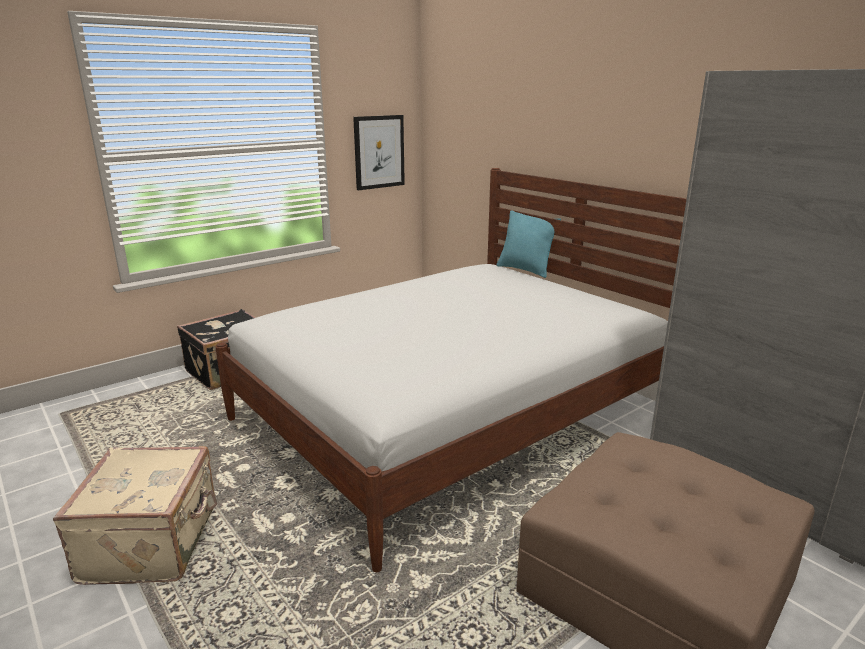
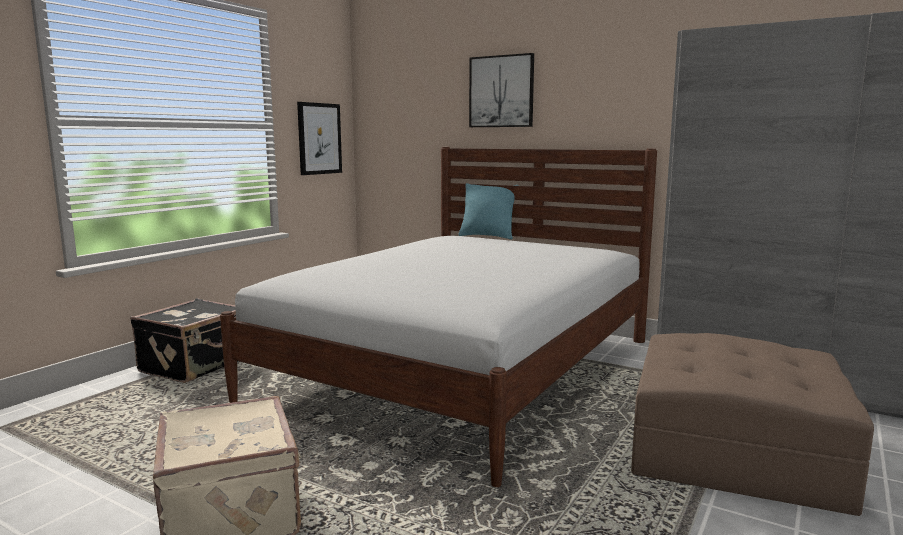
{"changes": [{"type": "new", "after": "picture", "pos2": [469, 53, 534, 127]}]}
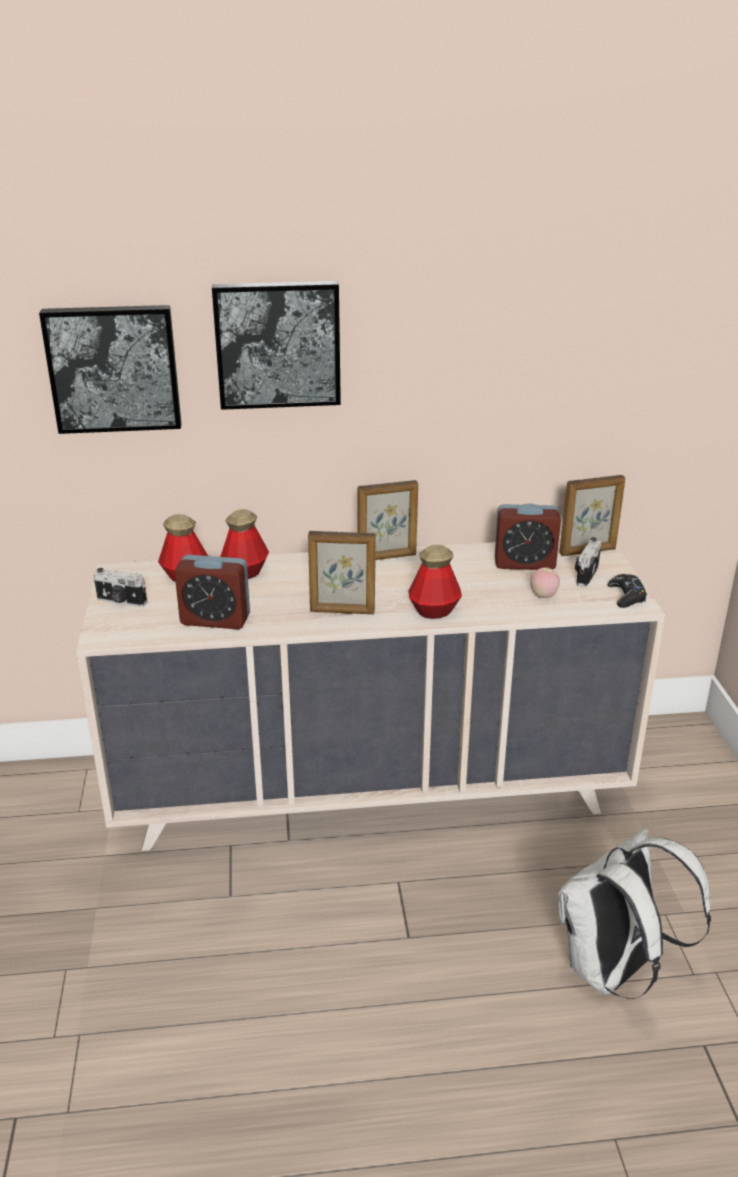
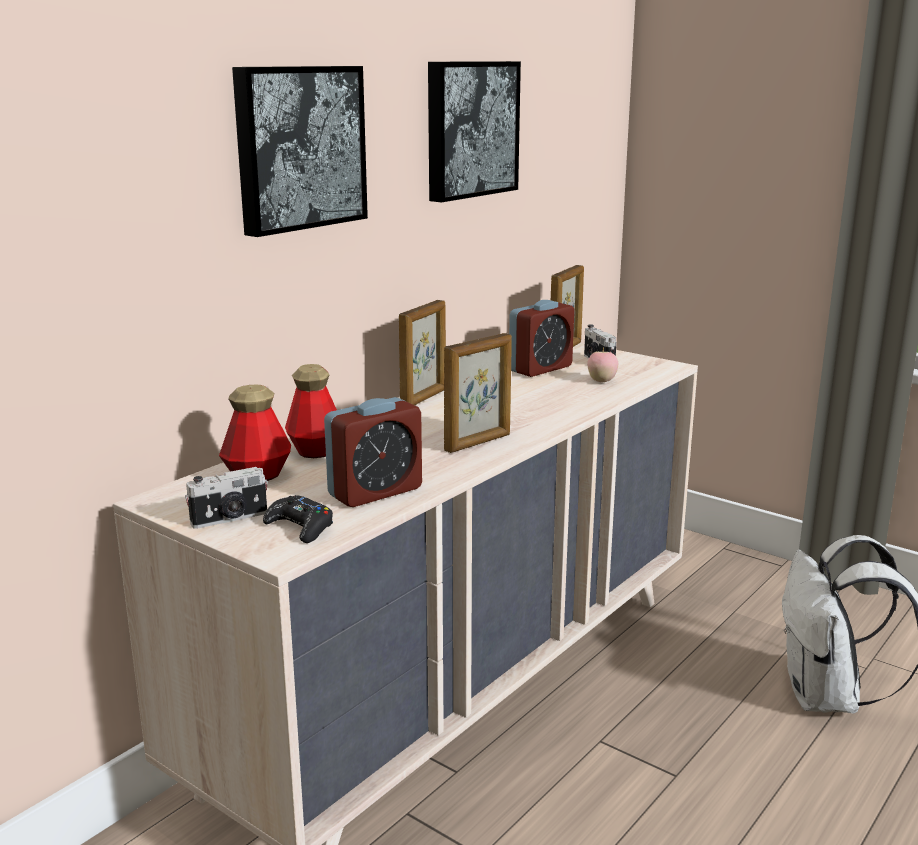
{"changes": [{"type": "shifted", "before": "black game controller", "pos1": [608, 574, 647, 608], "pos2": [263, 495, 333, 543]}, {"type": "shifted", "before": "picture", "pos1": [39, 305, 181, 434], "pos2": [428, 61, 521, 202]}, {"type": "gone", "before": "bottle", "pos1": [408, 545, 462, 619]}]}
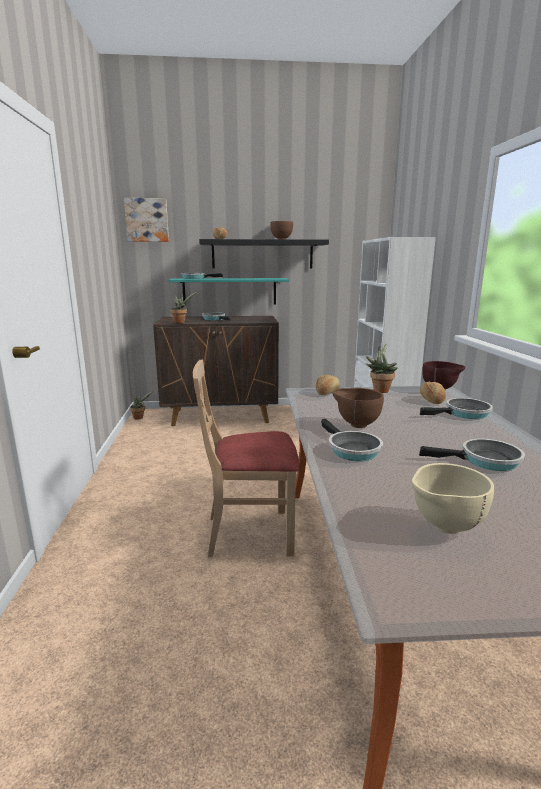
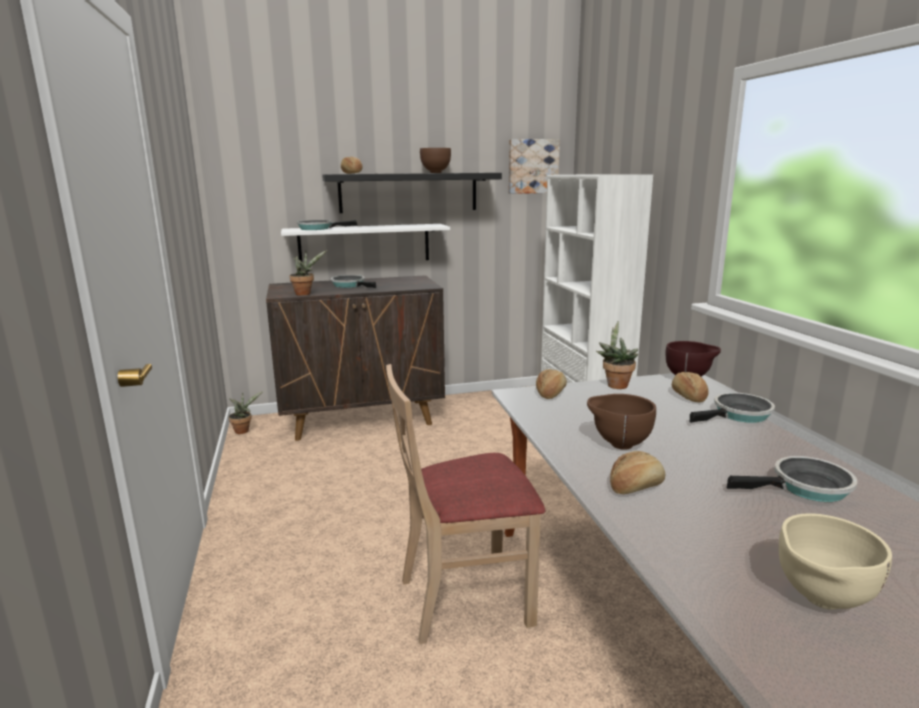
{"changes": [{"type": "repainted", "before": "turquoise shelf", "after": "white shelf", "pos1": [168, 278, 289, 305], "pos2": [281, 224, 450, 261]}, {"type": "shifted", "before": "picture", "pos1": [124, 198, 169, 242], "pos2": [509, 139, 560, 194]}, {"type": "swapped", "before": "frying pan", "after": "bread", "pos1": [321, 419, 383, 461], "pos2": [610, 451, 665, 494]}]}
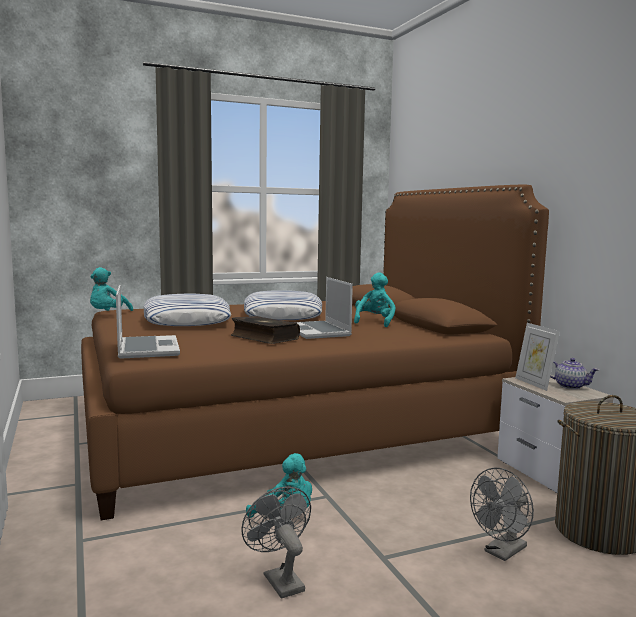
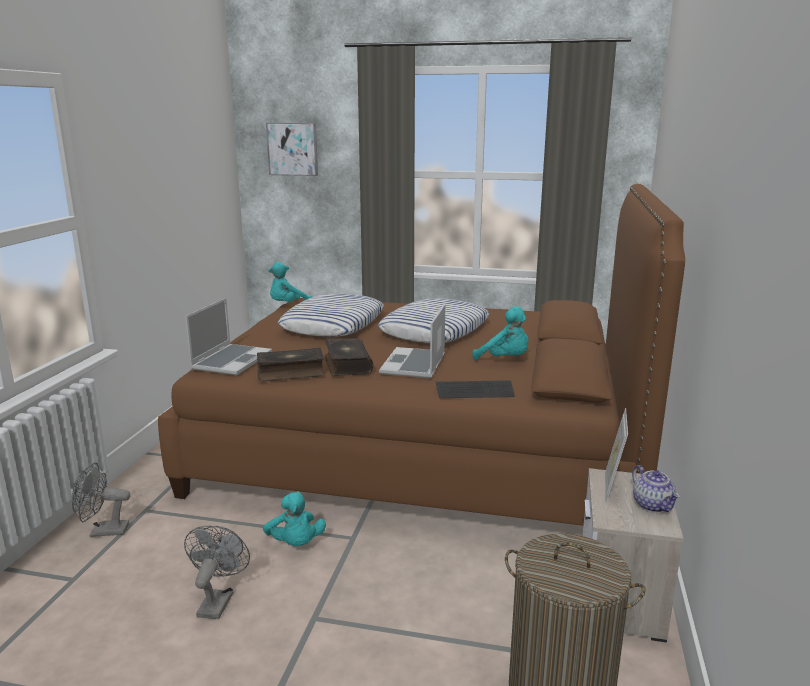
{"changes": [{"type": "shifted", "before": "grey fan", "pos1": [470, 468, 534, 561], "pos2": [71, 463, 130, 537]}, {"type": "new", "after": "book", "pos2": [257, 348, 324, 382]}, {"type": "new", "after": "picture", "pos2": [266, 123, 318, 176]}, {"type": "new", "after": "keyboard", "pos2": [436, 380, 515, 398]}, {"type": "rotated", "before": "turquoise plush toy", "pos1": [354, 273, 396, 327], "pos2": [472, 306, 529, 360], "turn": 75}]}
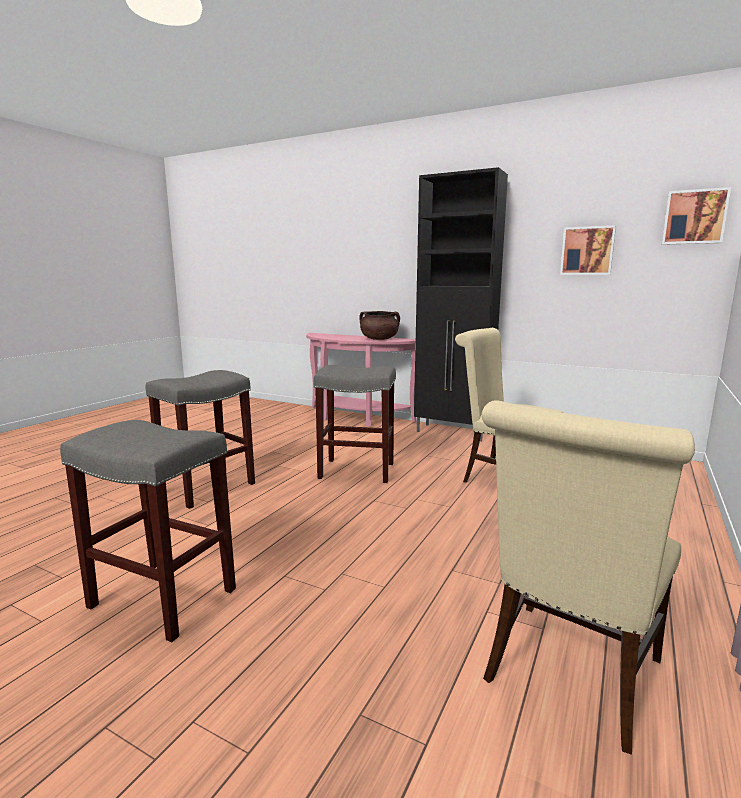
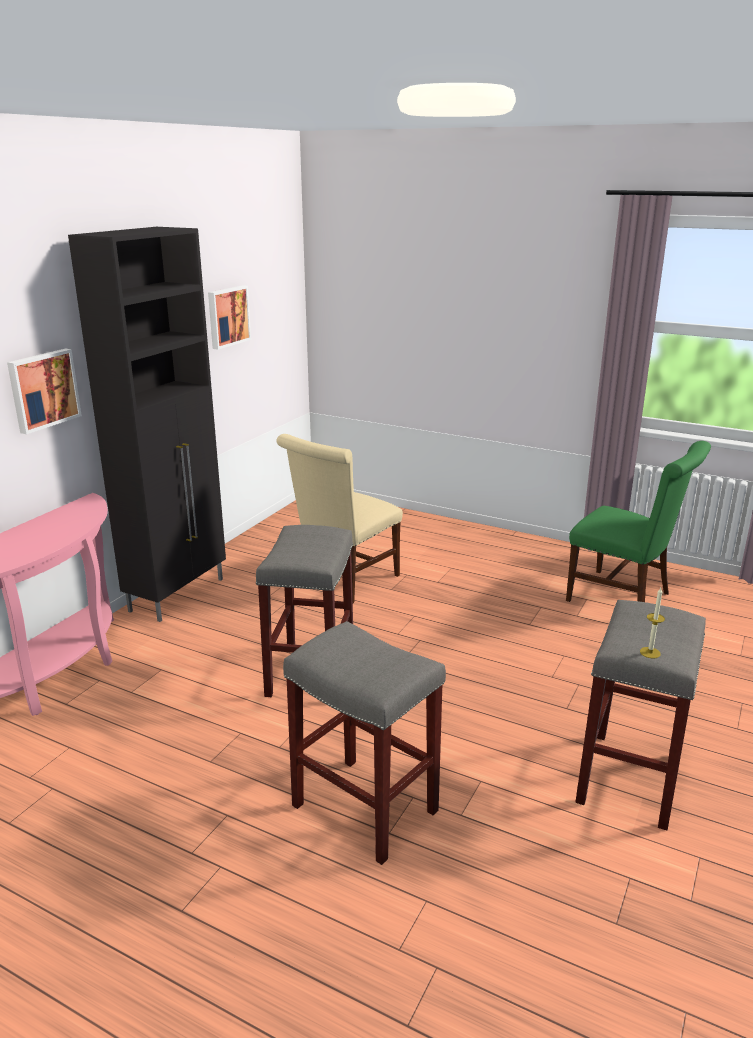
{"changes": [{"type": "shifted", "before": "picture", "pos1": [662, 187, 731, 245], "pos2": [7, 349, 82, 434]}, {"type": "repainted", "before": "beige chair", "after": "green chair", "pos1": [481, 400, 695, 755], "pos2": [566, 441, 711, 602]}, {"type": "new", "after": "candle", "pos2": [640, 588, 665, 658]}, {"type": "gone", "before": "brown cooking pot", "pos1": [359, 311, 400, 340]}]}
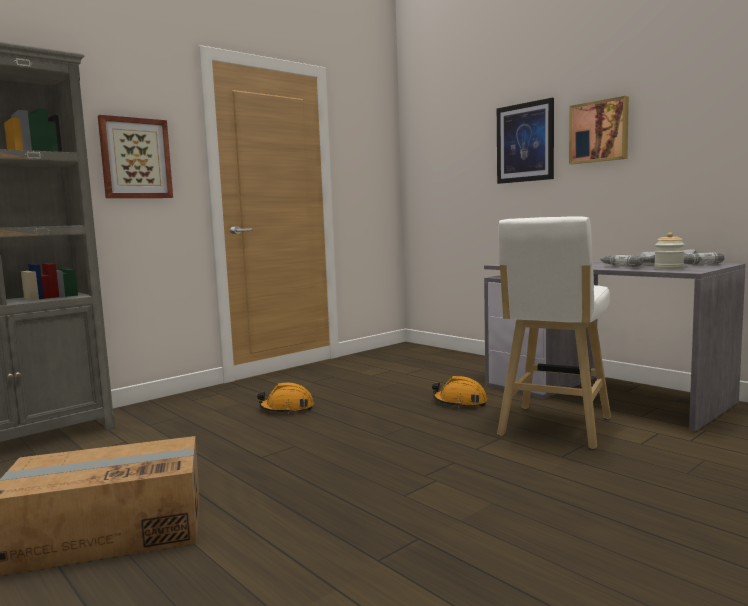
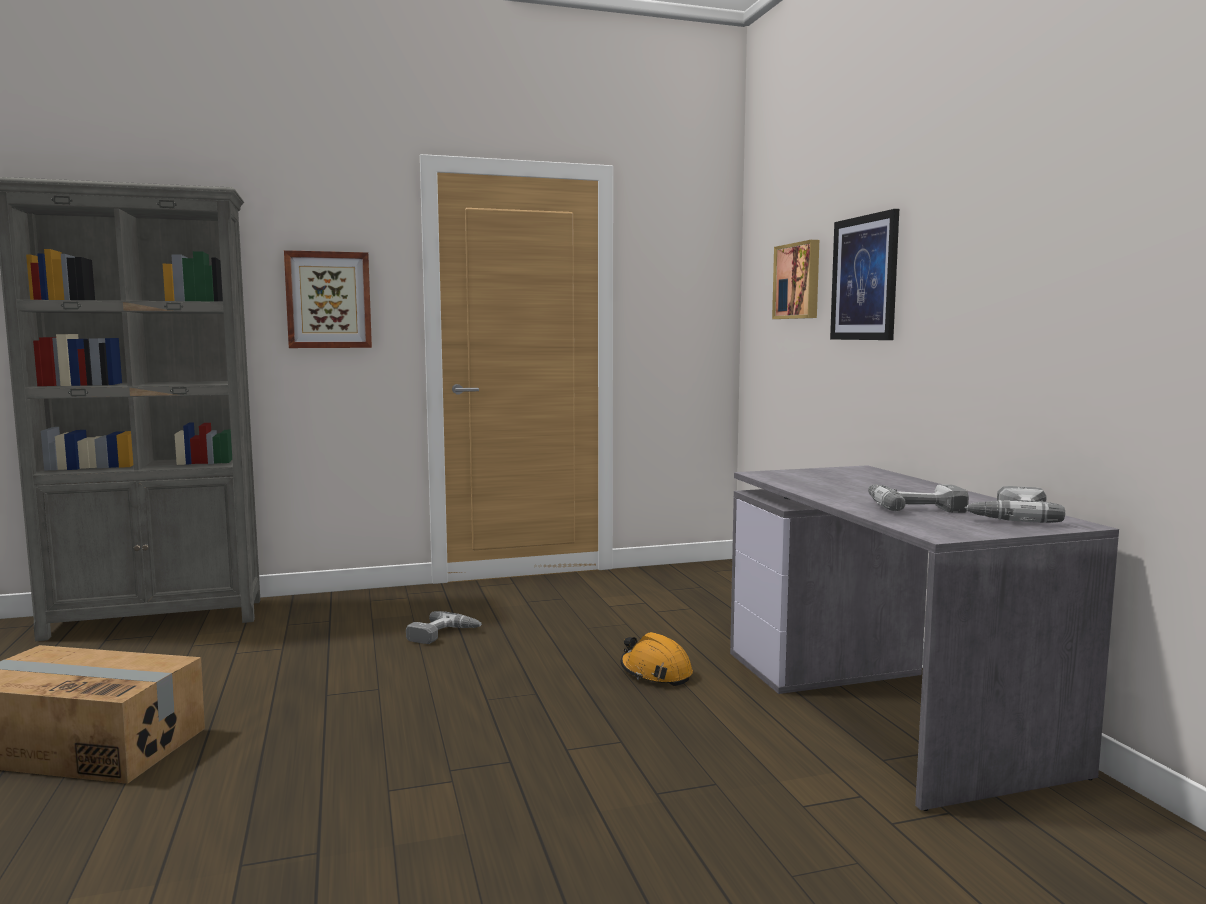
{"changes": [{"type": "swapped", "before": "orange hard hat", "after": "power drill", "pos1": [257, 383, 314, 414], "pos2": [406, 611, 482, 644]}, {"type": "shifted", "before": "picture", "pos1": [569, 96, 629, 164], "pos2": [772, 240, 819, 319]}, {"type": "gone", "before": "white stool", "pos1": [497, 216, 611, 449]}, {"type": "gone", "before": "jar", "pos1": [654, 232, 685, 270]}]}
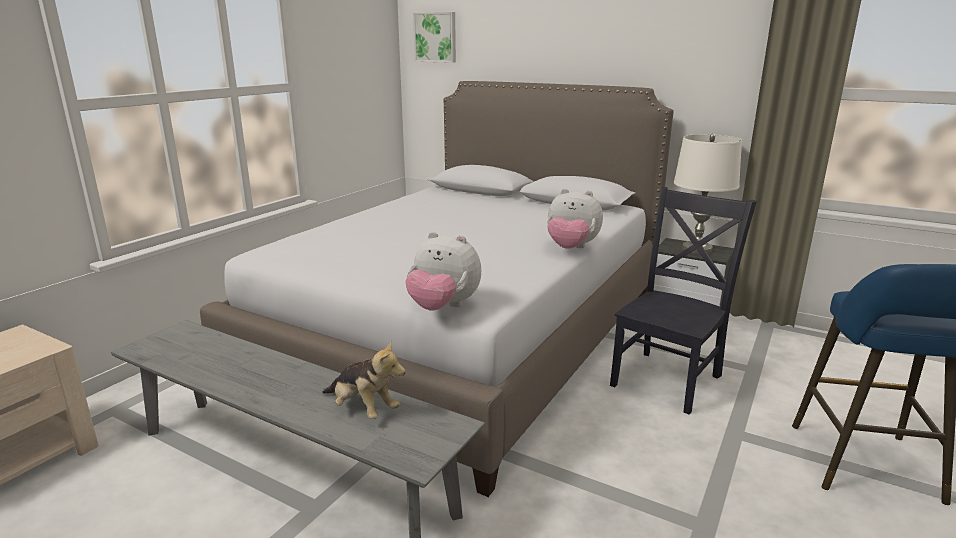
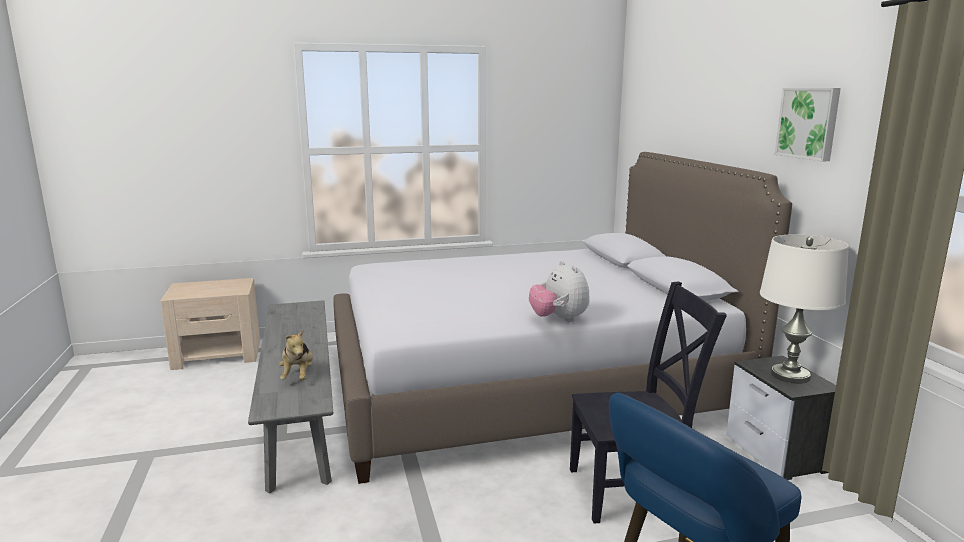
{"changes": [{"type": "shifted", "before": "picture", "pos1": [413, 12, 456, 63], "pos2": [775, 88, 841, 161]}, {"type": "gone", "before": "plush toy", "pos1": [405, 232, 481, 311]}]}
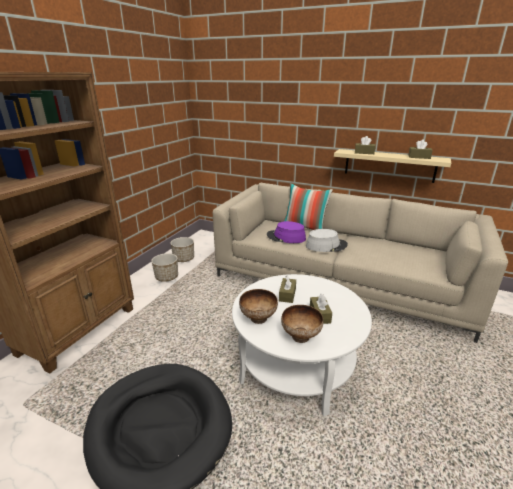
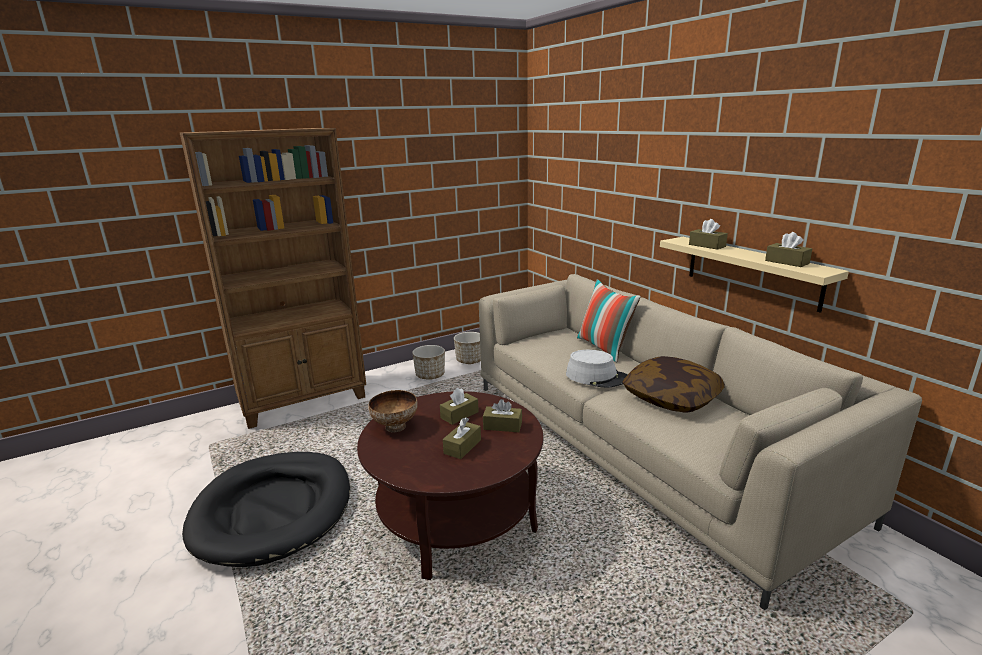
{"changes": [{"type": "repainted", "before": "white coffee table", "after": "brown coffee table", "pos1": [232, 274, 372, 416], "pos2": [357, 391, 543, 580]}, {"type": "new", "after": "brown tissue box", "pos2": [483, 399, 522, 432]}, {"type": "new", "after": "pillow", "pos2": [622, 356, 725, 413]}, {"type": "gone", "before": "purple hat", "pos1": [267, 221, 306, 243]}, {"type": "gone", "before": "bowl", "pos1": [281, 305, 323, 343]}]}
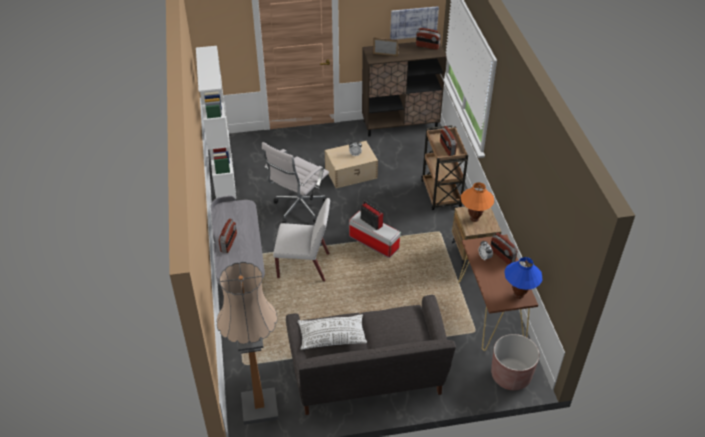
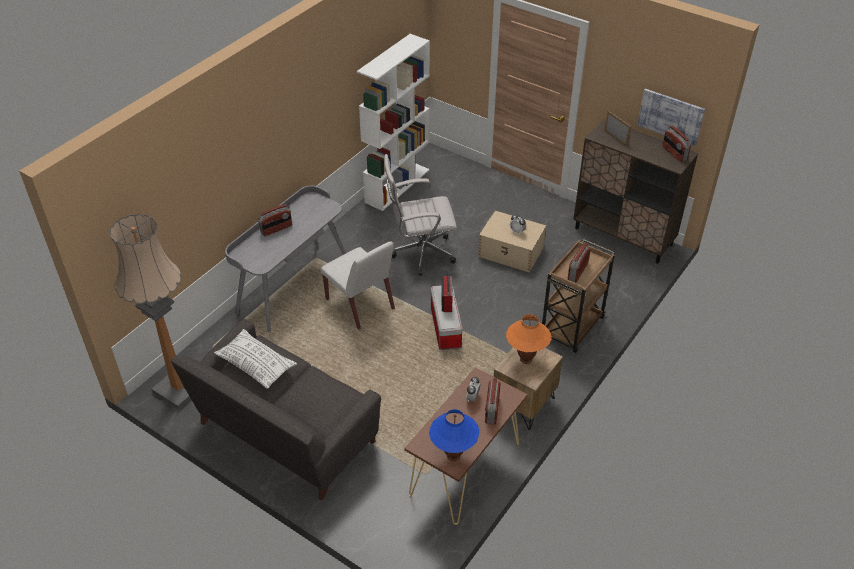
{"changes": [{"type": "gone", "before": "brown planter", "pos1": [491, 334, 539, 390]}]}
